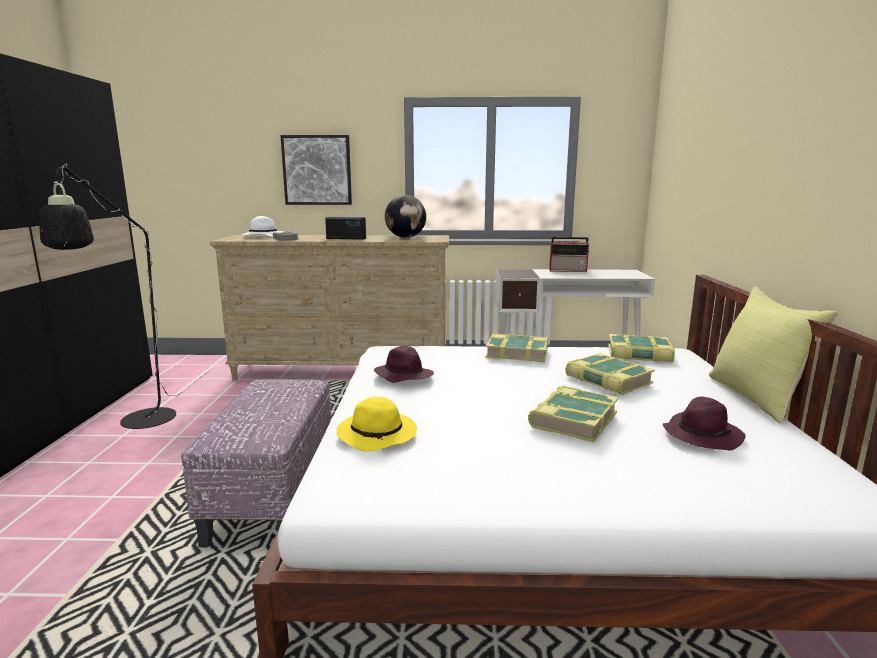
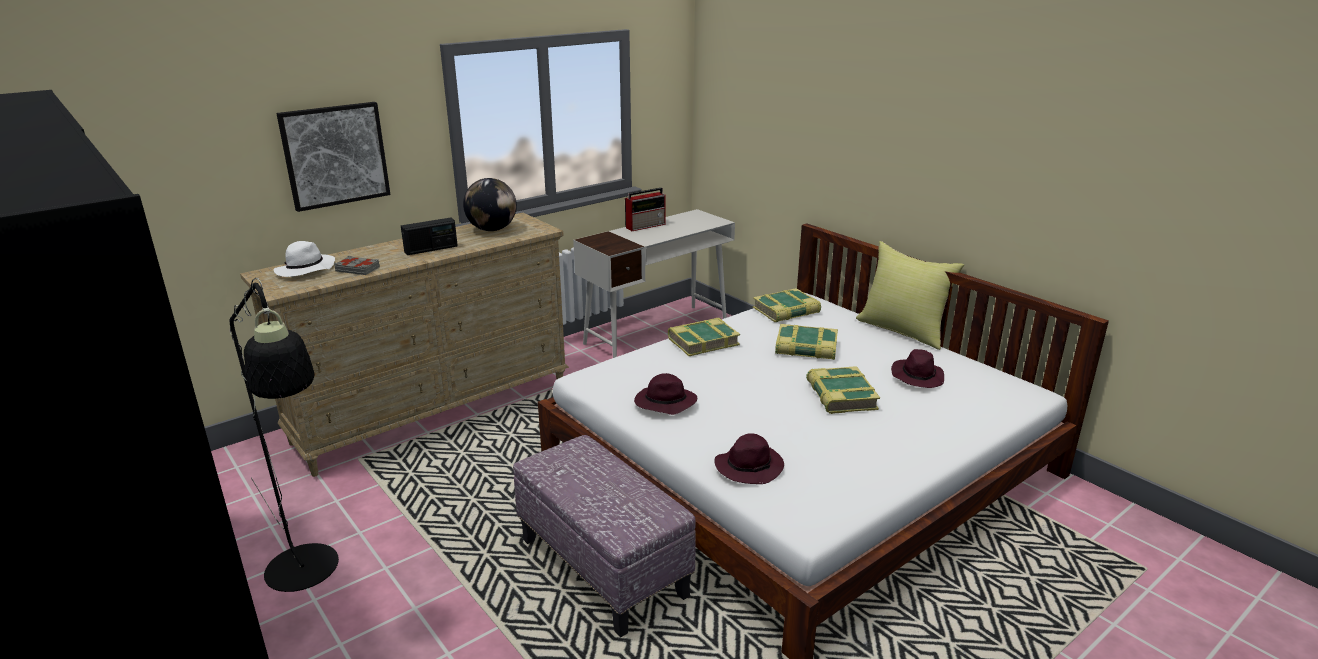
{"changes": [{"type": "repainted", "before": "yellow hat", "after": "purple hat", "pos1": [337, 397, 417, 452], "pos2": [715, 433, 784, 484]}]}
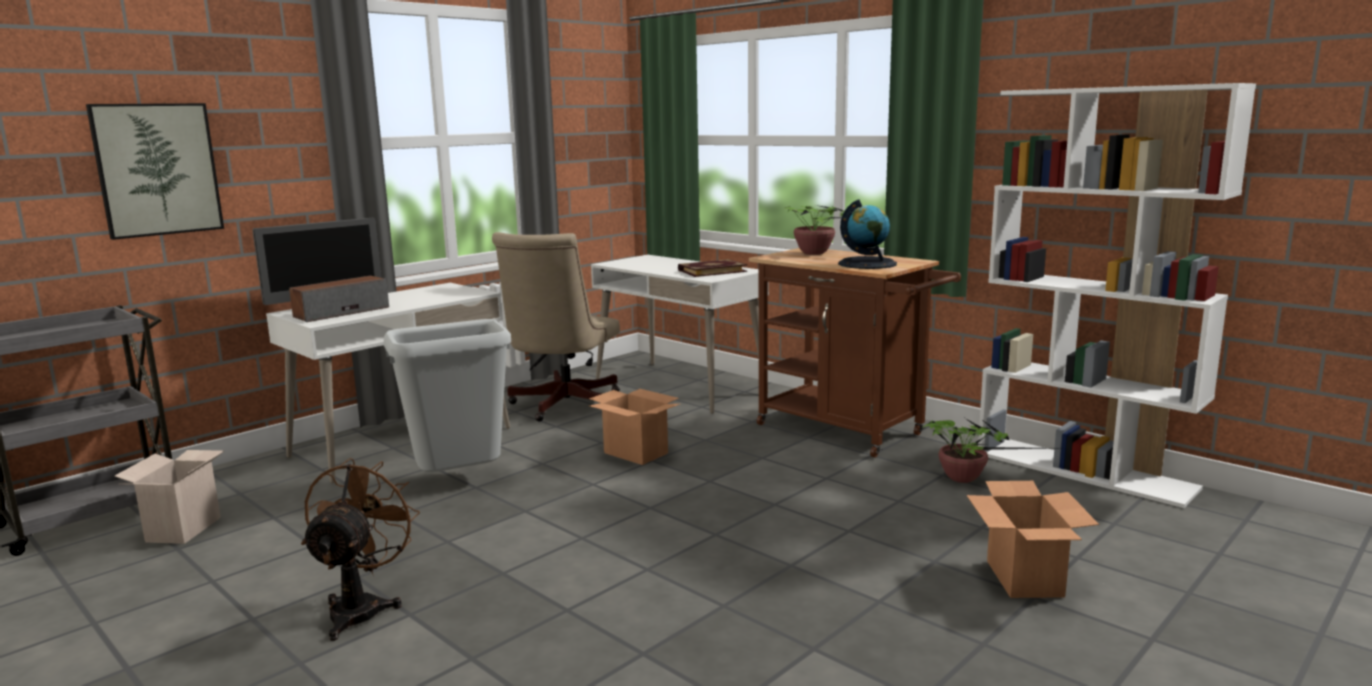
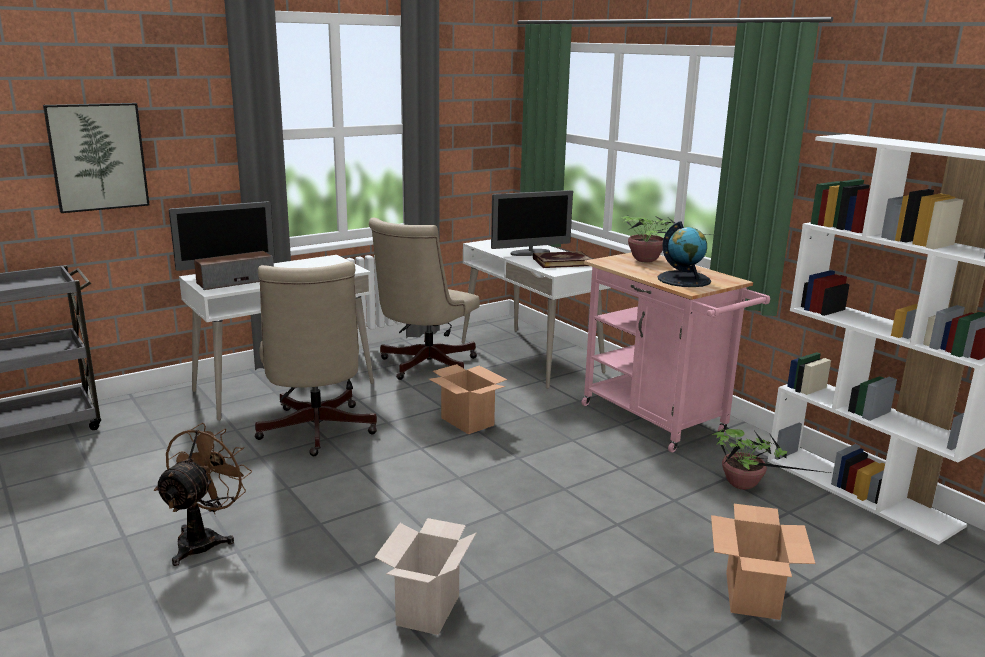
{"changes": [{"type": "swapped", "before": "grey trash can", "after": "beige office chair", "pos1": [384, 319, 511, 472], "pos2": [255, 261, 377, 456]}, {"type": "shifted", "before": "cardboard box", "pos1": [115, 450, 225, 544], "pos2": [374, 518, 476, 635]}, {"type": "new", "after": "monitor", "pos2": [491, 190, 573, 256]}, {"type": "repainted", "before": "brown cart", "after": "pink cart", "pos1": [749, 248, 961, 458], "pos2": [581, 252, 770, 453]}]}
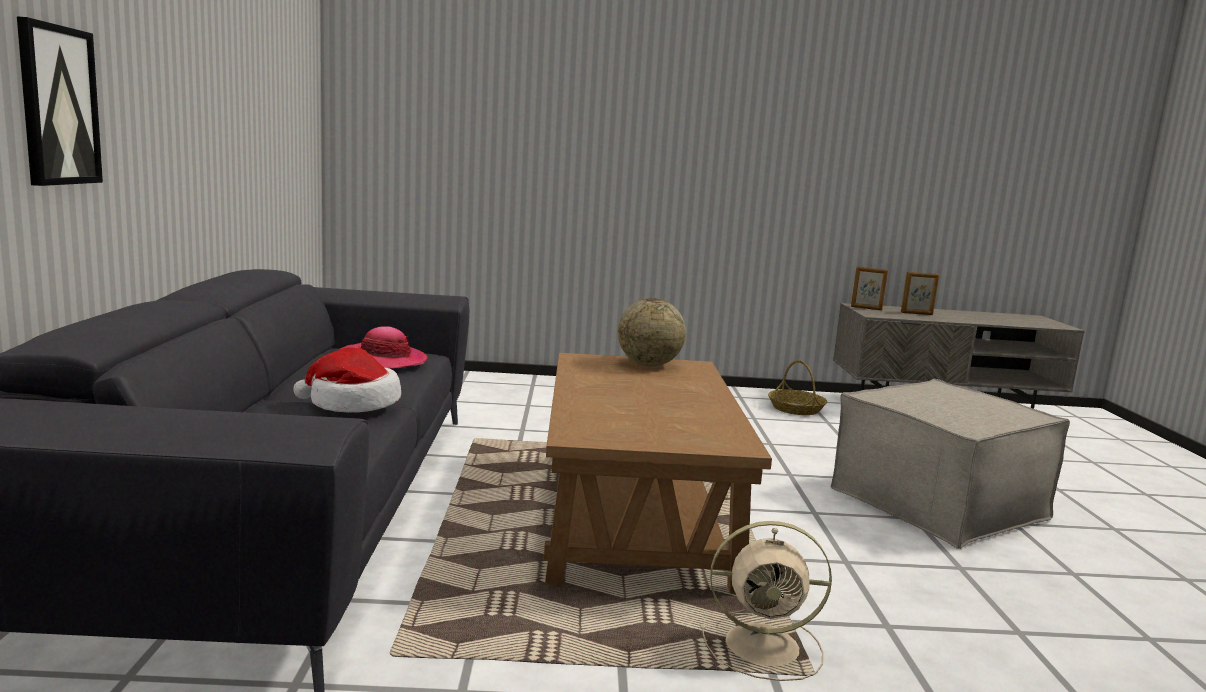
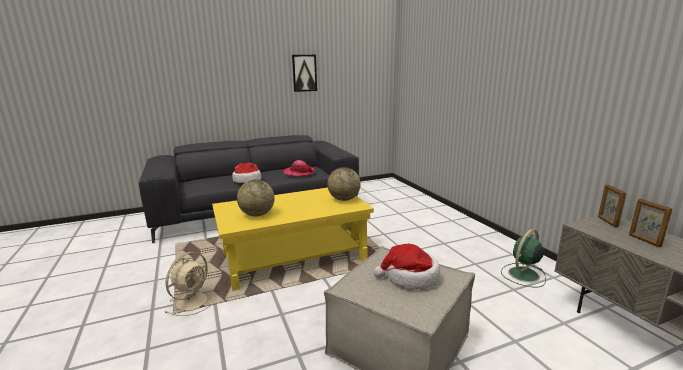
{"changes": [{"type": "rotated", "before": "beige fan", "pos1": [700, 521, 832, 681], "pos2": [164, 252, 211, 316], "turn": -135}, {"type": "repainted", "before": "brown coffee table", "after": "yellow coffee table", "pos1": [544, 352, 772, 594], "pos2": [212, 188, 374, 291]}, {"type": "new", "after": "globe", "pos2": [237, 180, 275, 216]}, {"type": "shifted", "before": "picture", "pos1": [17, 16, 103, 186], "pos2": [292, 55, 317, 92]}, {"type": "new", "after": "hat", "pos2": [374, 244, 440, 289]}, {"type": "swapped", "before": "basket", "after": "green fan", "pos1": [768, 360, 827, 415], "pos2": [501, 229, 546, 288]}]}
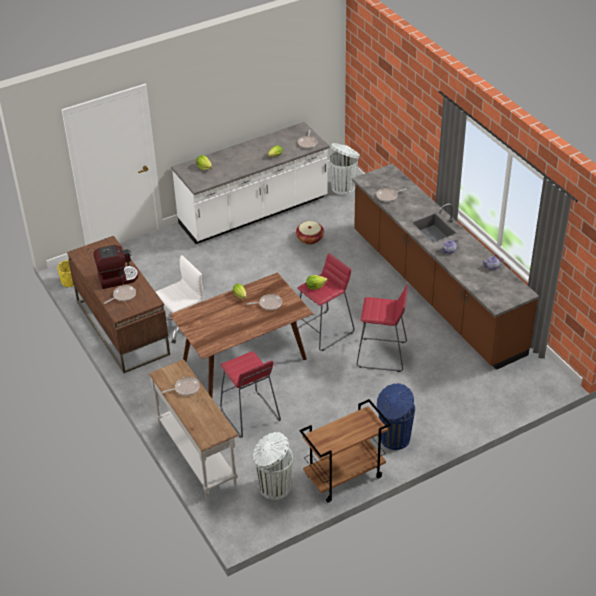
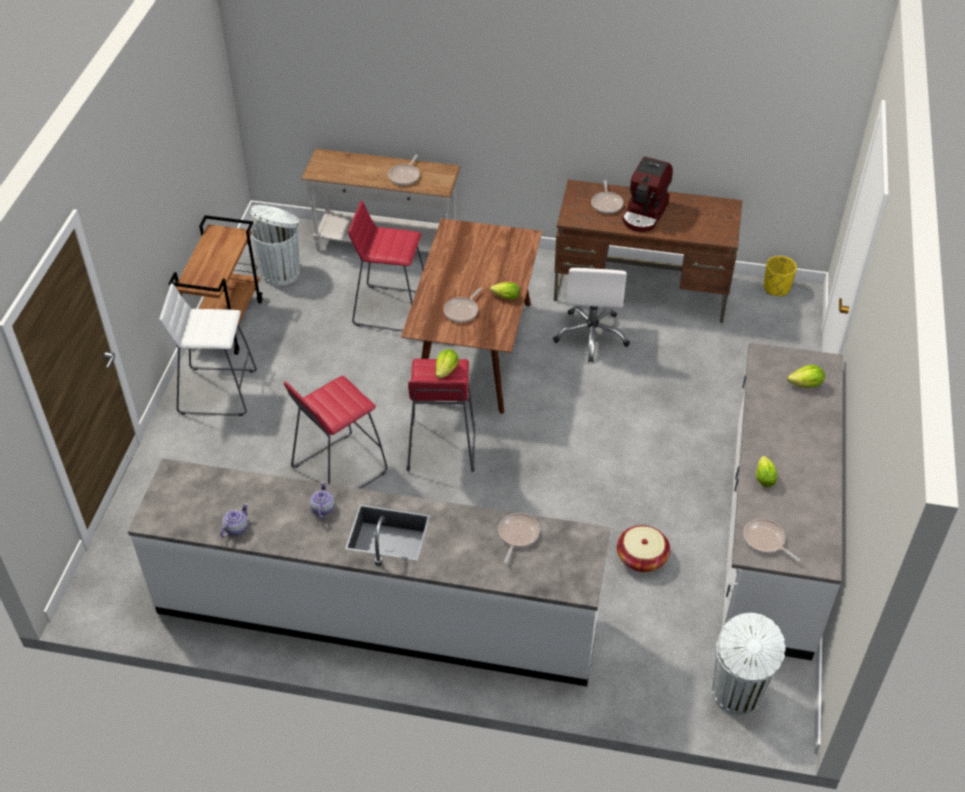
{"changes": [{"type": "repainted", "before": "brown counter", "after": "white counter", "pos1": [352, 163, 539, 370], "pos2": [128, 459, 610, 687]}, {"type": "swapped", "before": "blue trash can", "after": "white stool", "pos1": [377, 383, 415, 450], "pos2": [160, 283, 257, 416]}]}
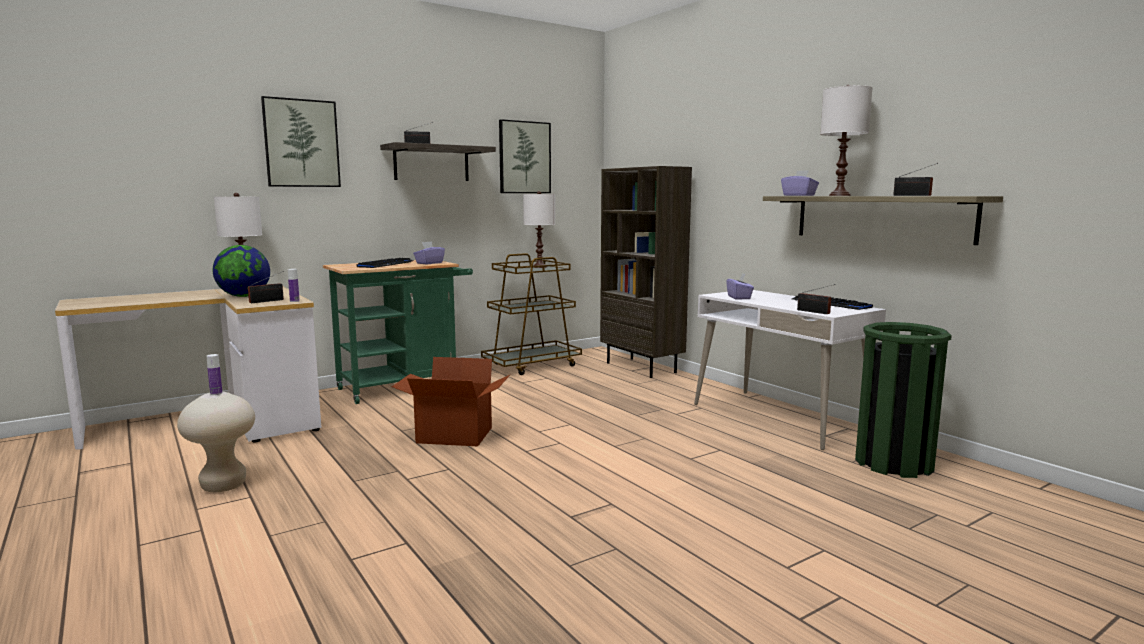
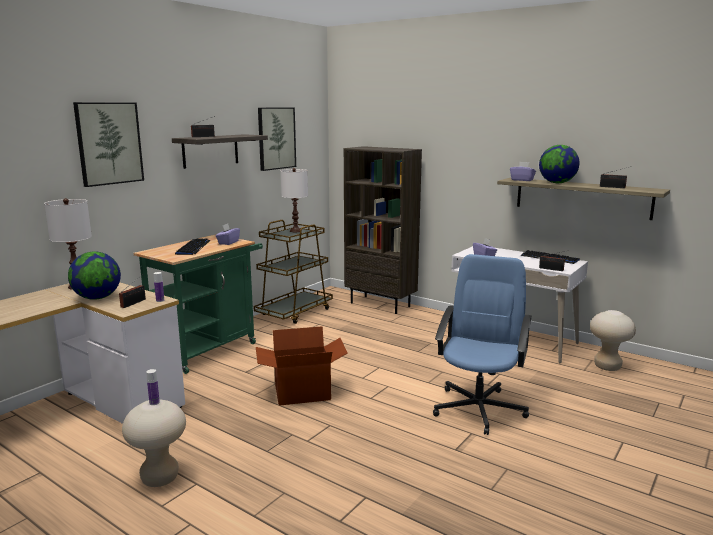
{"changes": [{"type": "new", "after": "blue office chair", "pos2": [433, 254, 532, 435]}, {"type": "swapped", "before": "white table lamp", "after": "globe", "pos1": [820, 85, 873, 196], "pos2": [539, 145, 579, 183]}, {"type": "swapped", "before": "green trash can", "after": "beige stool", "pos1": [855, 322, 952, 478], "pos2": [590, 310, 636, 371]}]}
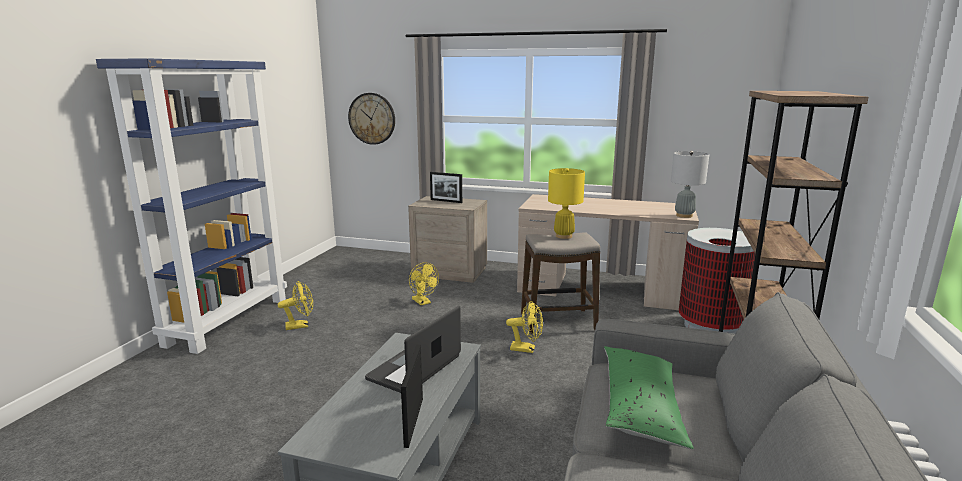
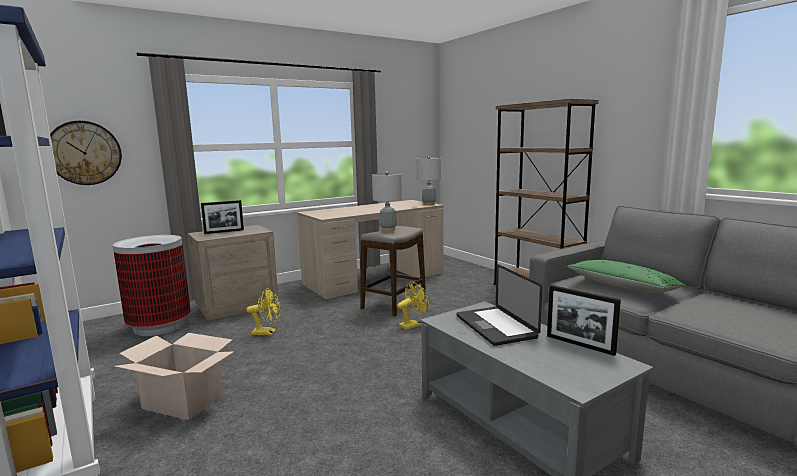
{"changes": [{"type": "shifted", "before": "trash can", "pos1": [679, 228, 755, 334], "pos2": [113, 235, 190, 336]}, {"type": "swapped", "before": "yellow fan", "after": "cardboard box", "pos1": [278, 281, 313, 330], "pos2": [114, 333, 234, 420]}, {"type": "repainted", "before": "yellow table lamp", "after": "grey table lamp", "pos1": [548, 168, 585, 239], "pos2": [372, 172, 402, 231]}]}
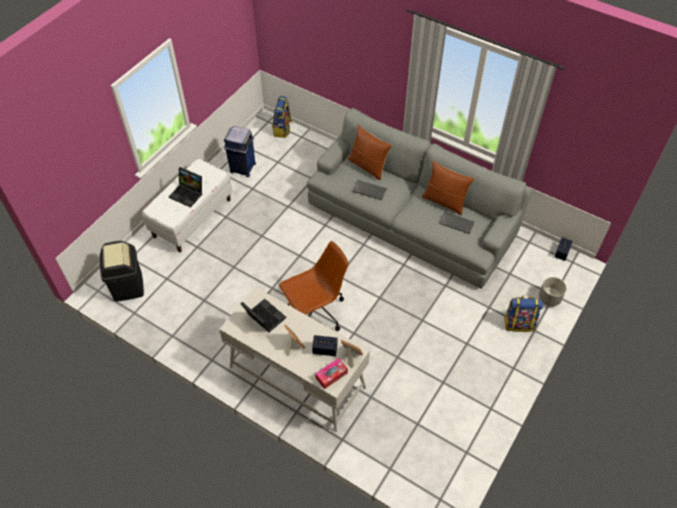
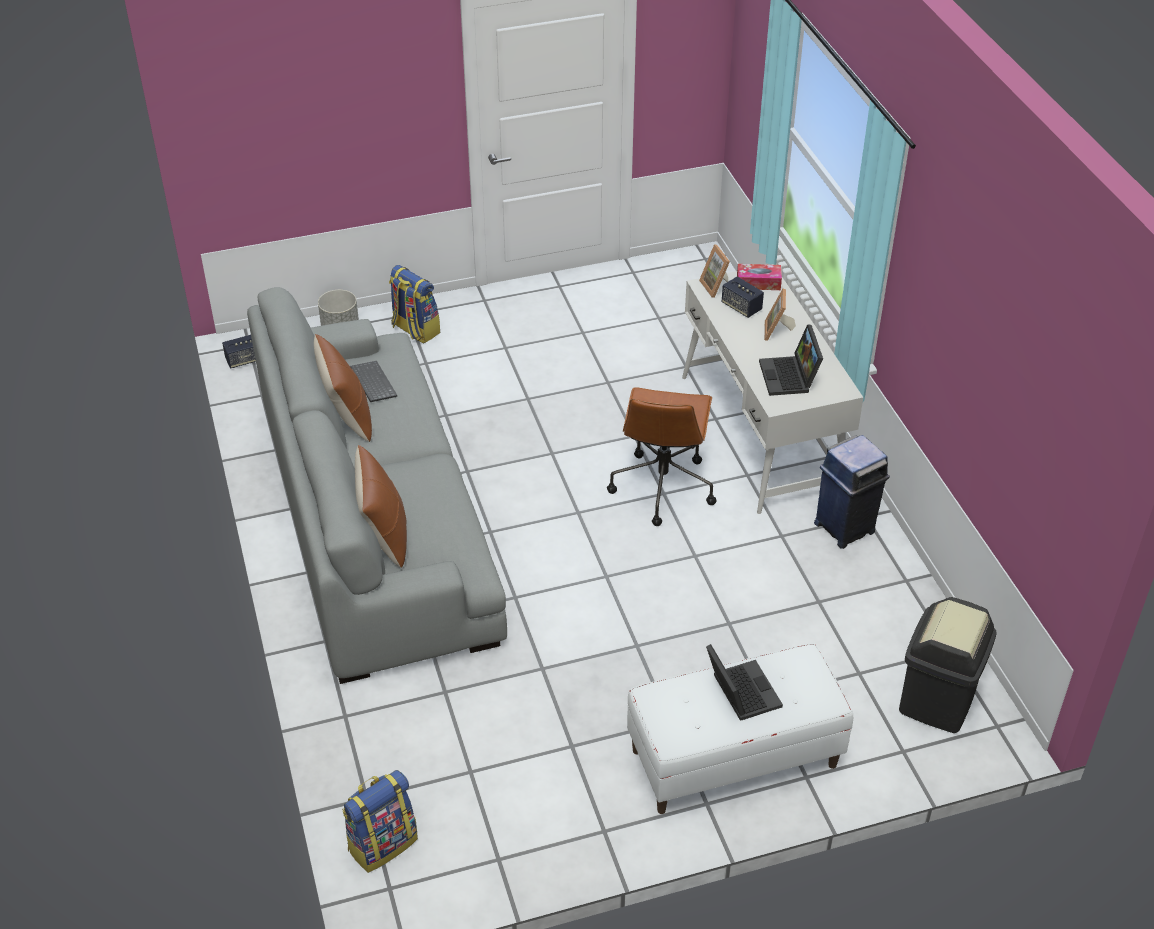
{"changes": [{"type": "rotated", "before": "brown office chair", "pos1": [279, 241, 349, 331], "pos2": [607, 387, 717, 526], "turn": -90}, {"type": "shifted", "before": "blue trash can", "pos1": [224, 126, 256, 177], "pos2": [814, 435, 890, 549]}, {"type": "gone", "before": "keyboard", "pos1": [352, 180, 387, 200]}]}
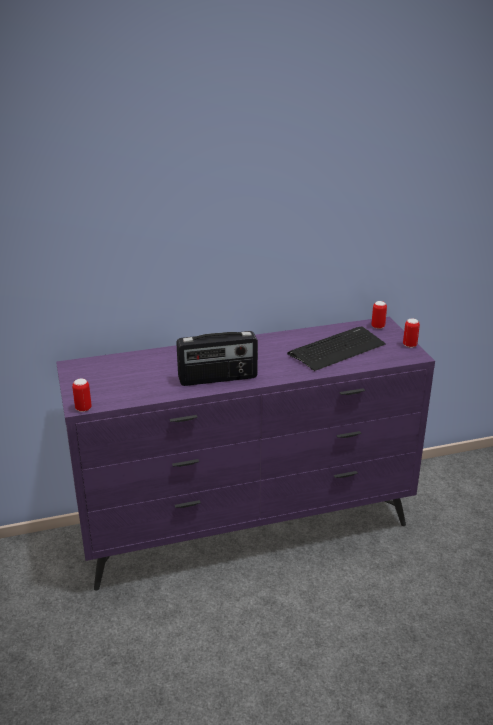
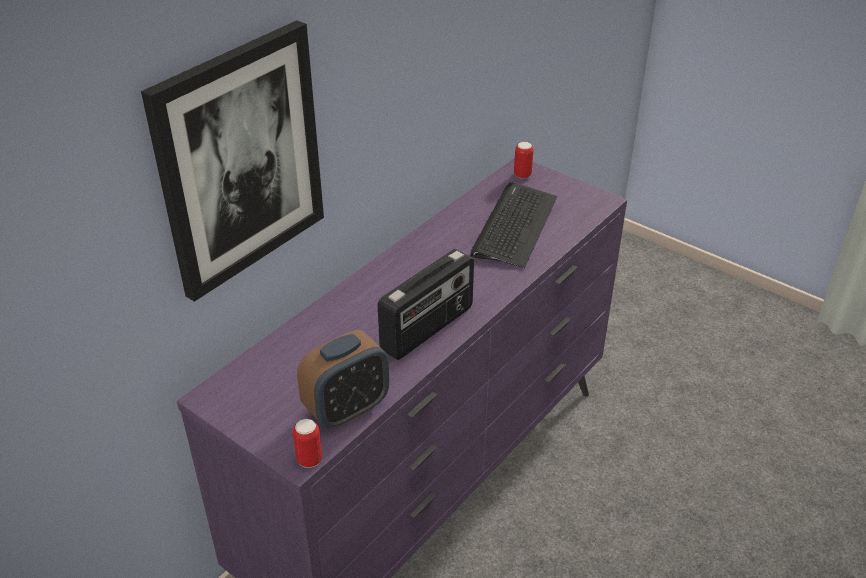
{"changes": [{"type": "new", "after": "picture", "pos2": [141, 20, 324, 302]}, {"type": "new", "after": "alarm clock", "pos2": [297, 330, 389, 428]}, {"type": "gone", "before": "can", "pos1": [403, 318, 420, 348]}]}
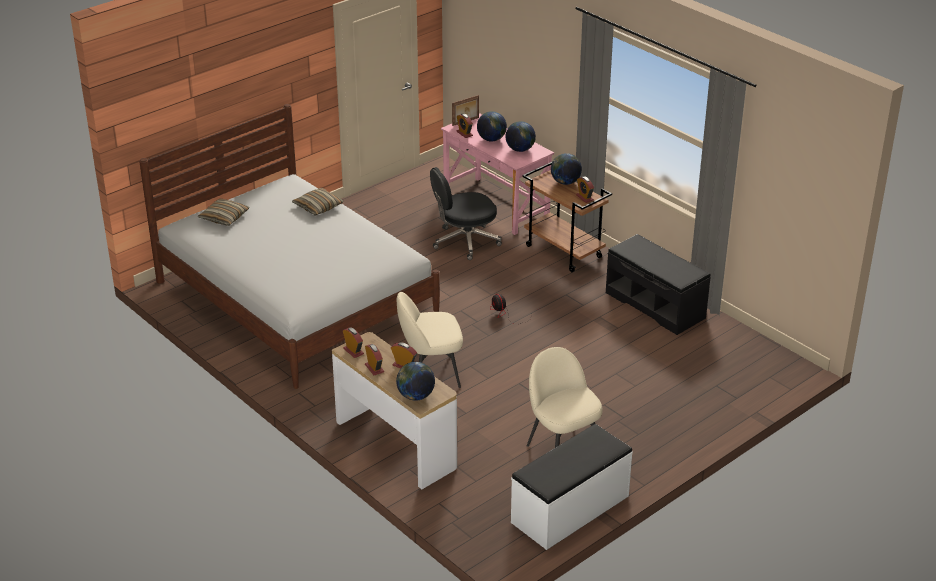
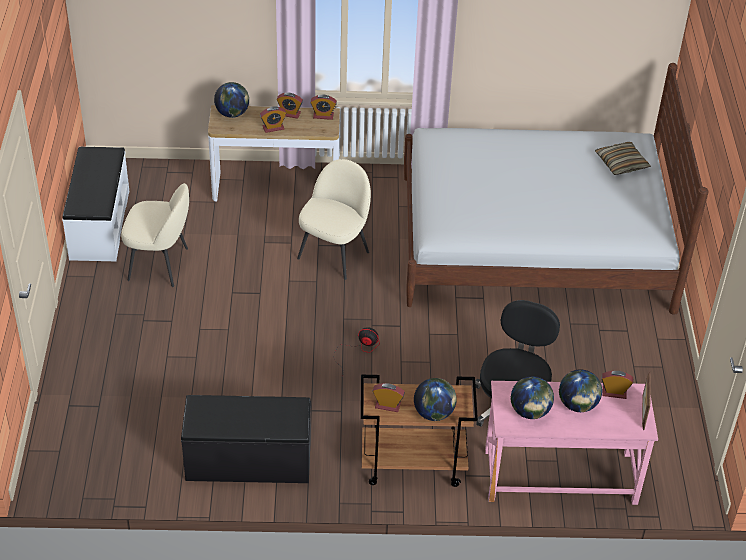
{"changes": [{"type": "gone", "before": "pillow", "pos1": [292, 188, 344, 216]}]}
